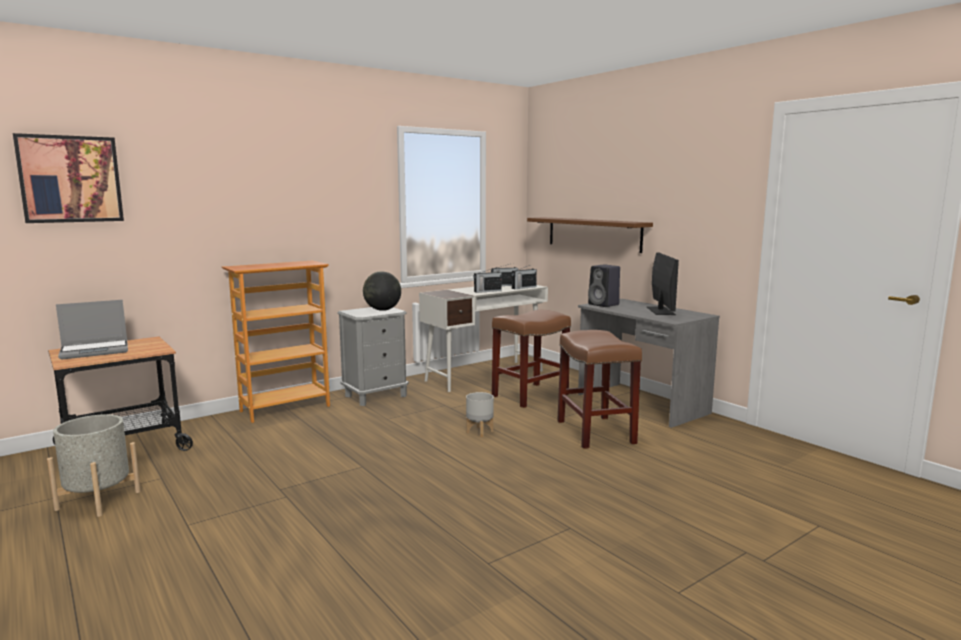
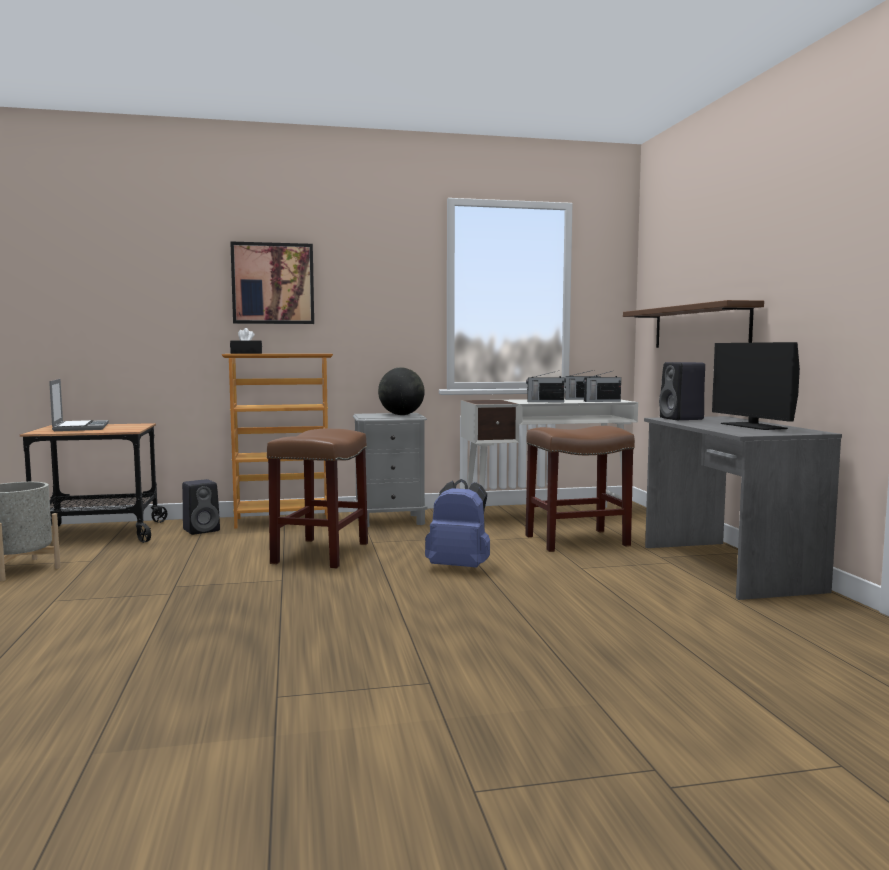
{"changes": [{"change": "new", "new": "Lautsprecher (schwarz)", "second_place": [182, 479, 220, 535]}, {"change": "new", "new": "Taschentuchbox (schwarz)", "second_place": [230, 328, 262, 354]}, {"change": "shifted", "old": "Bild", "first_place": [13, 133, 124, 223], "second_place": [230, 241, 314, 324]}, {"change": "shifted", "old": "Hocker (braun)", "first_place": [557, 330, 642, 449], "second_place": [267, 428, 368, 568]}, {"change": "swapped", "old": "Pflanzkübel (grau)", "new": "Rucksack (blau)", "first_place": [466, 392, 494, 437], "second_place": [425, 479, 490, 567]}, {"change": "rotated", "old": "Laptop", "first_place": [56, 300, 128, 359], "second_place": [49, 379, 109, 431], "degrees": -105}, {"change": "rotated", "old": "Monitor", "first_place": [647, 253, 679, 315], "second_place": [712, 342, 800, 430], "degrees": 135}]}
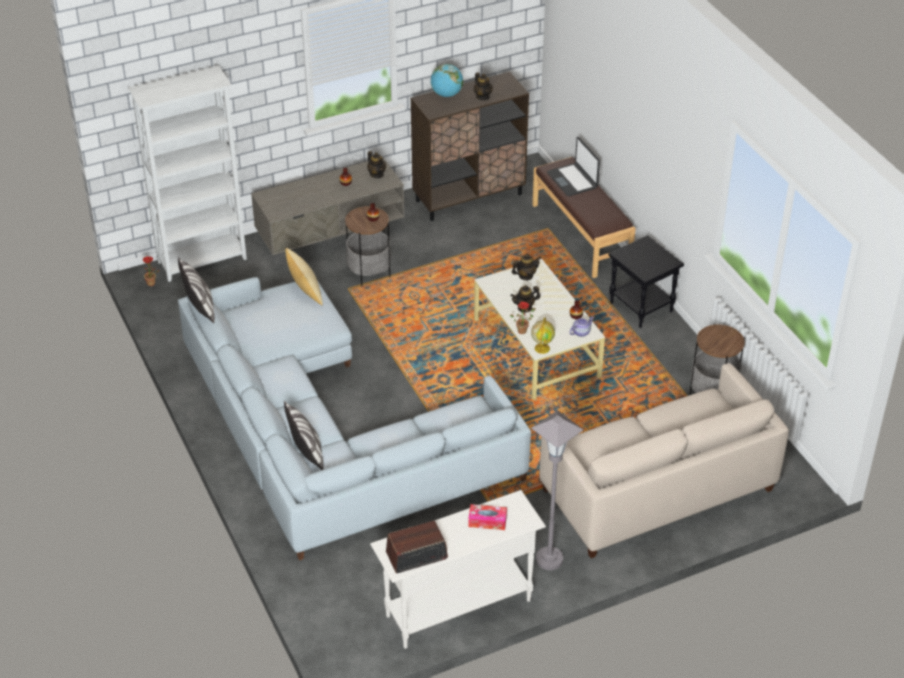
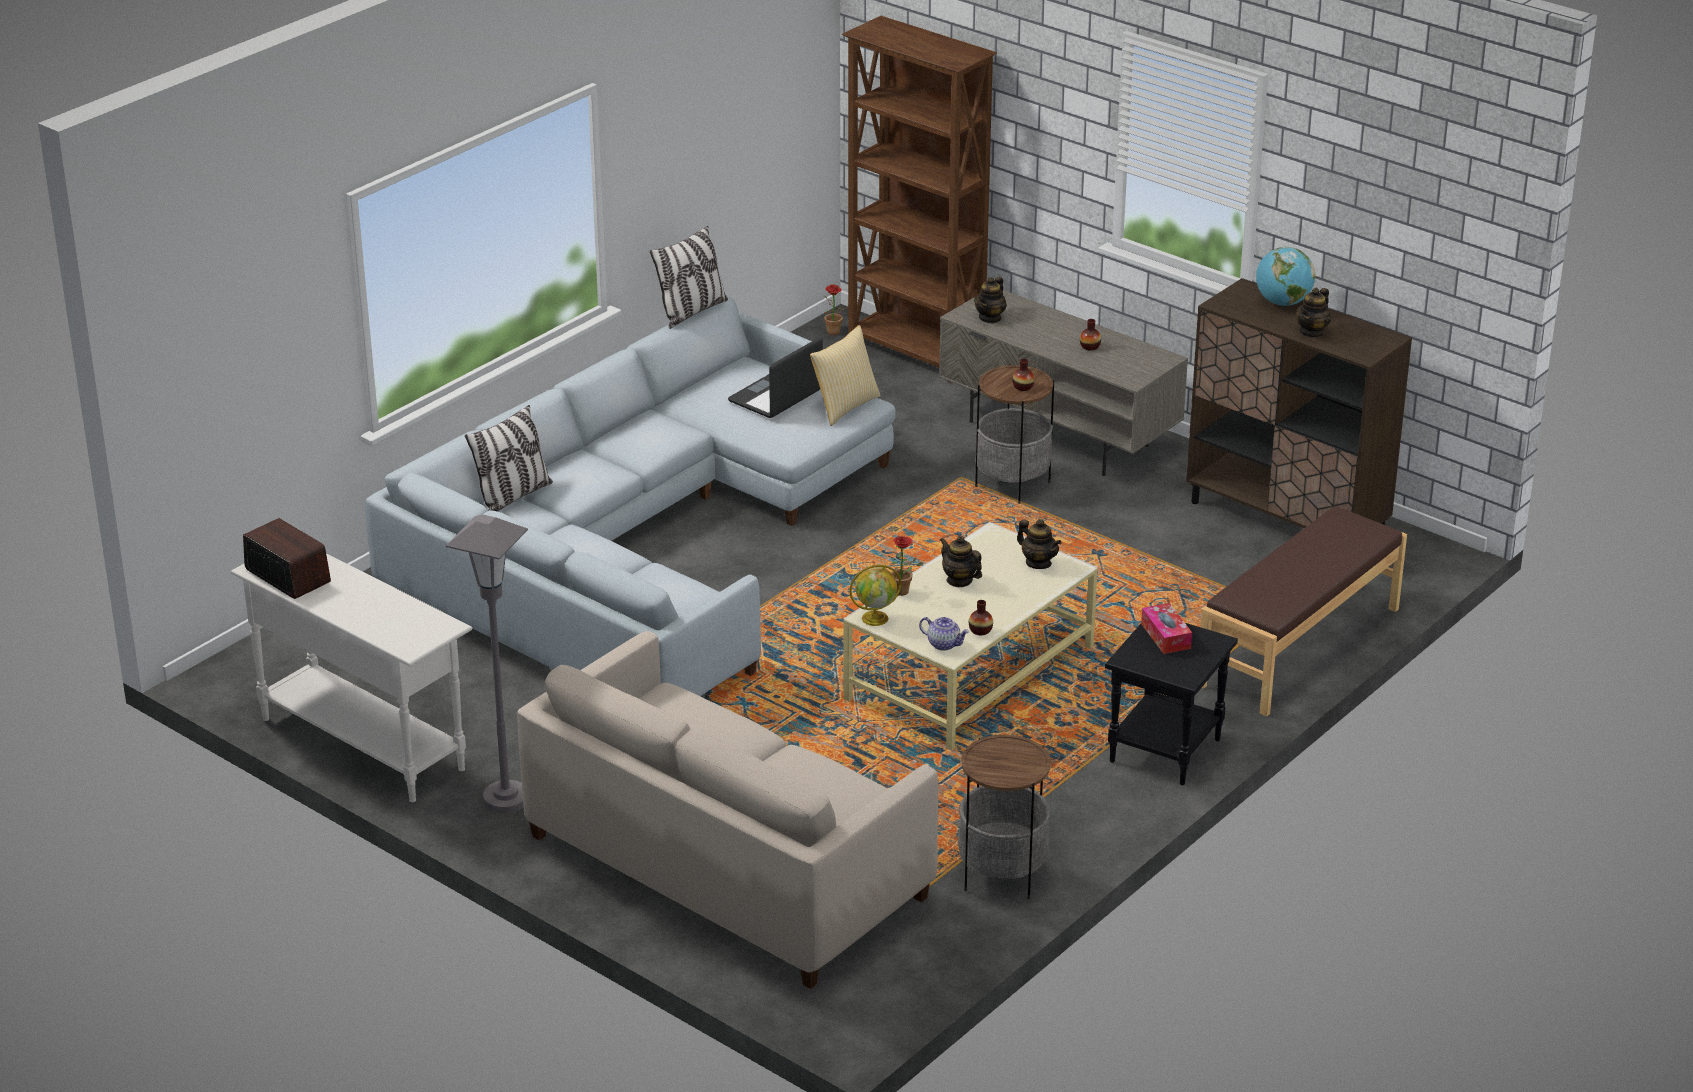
{"changes": [{"change": "shifted", "old": "Teekanne", "first_place": [367, 151, 386, 178], "second_place": [974, 277, 1007, 323]}, {"change": "shifted", "old": "Taschentuchbox", "first_place": [468, 504, 507, 530], "second_place": [1141, 603, 1192, 654]}, {"change": "shifted", "old": "Laptop", "first_place": [547, 137, 600, 196], "second_place": [728, 337, 823, 418]}, {"change": "repainted", "old": "Bücherregal (weiß)", "new": "Bücherregal (braun)", "first_place": [128, 65, 247, 282], "second_place": [842, 16, 997, 383]}]}
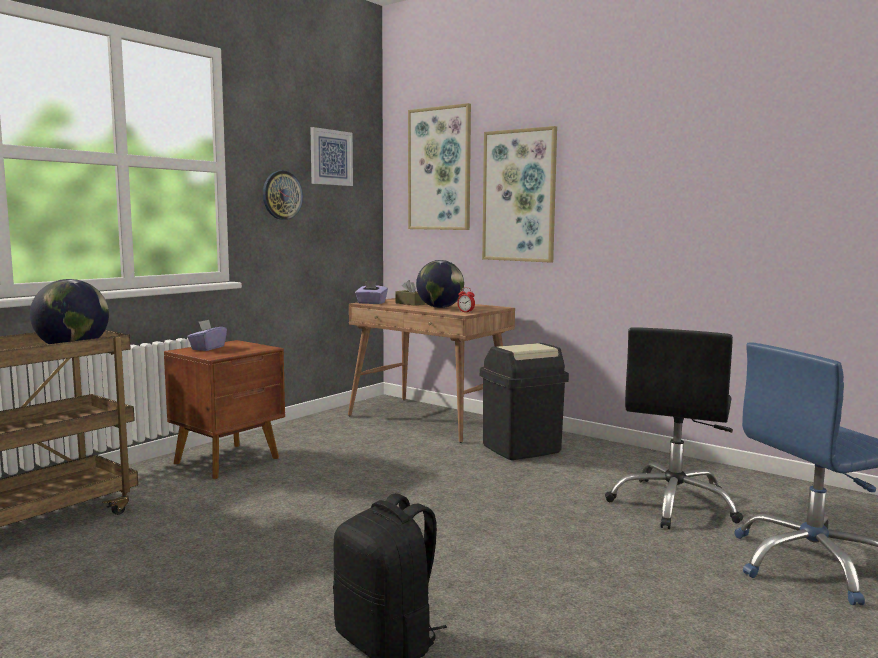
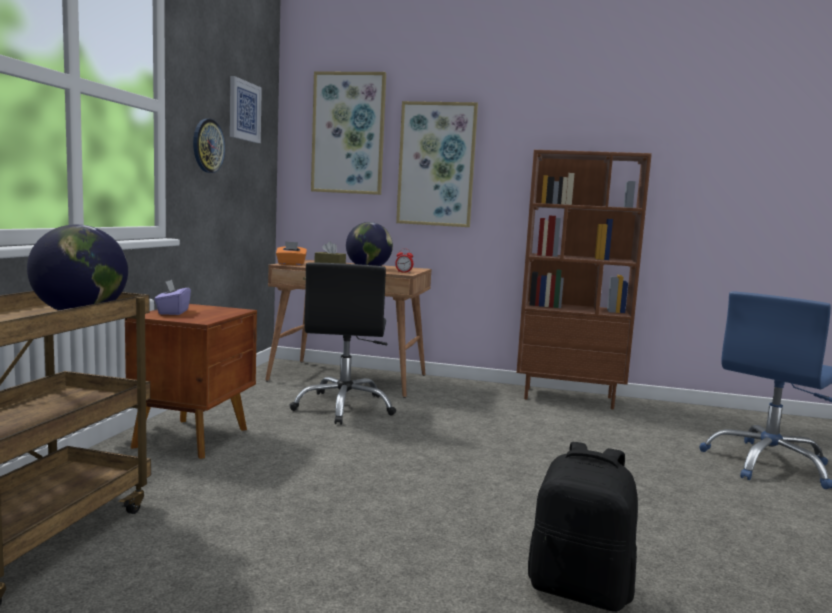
{"changes": [{"change": "gone", "old": "Mülleimer (schwarz)", "first_place": [480, 343, 569, 460]}, {"change": "new", "new": "Bücherregal (braun)", "second_place": [516, 150, 652, 409]}, {"change": "shifted", "old": "Bürostuhl (schwarz)", "first_place": [605, 327, 743, 529], "second_place": [289, 262, 396, 425]}, {"change": "repainted", "old": "Taschentuchbox (lila)", "new": "Taschentuchbox (orange)", "first_place": [355, 281, 388, 304], "second_place": [276, 241, 307, 266]}]}
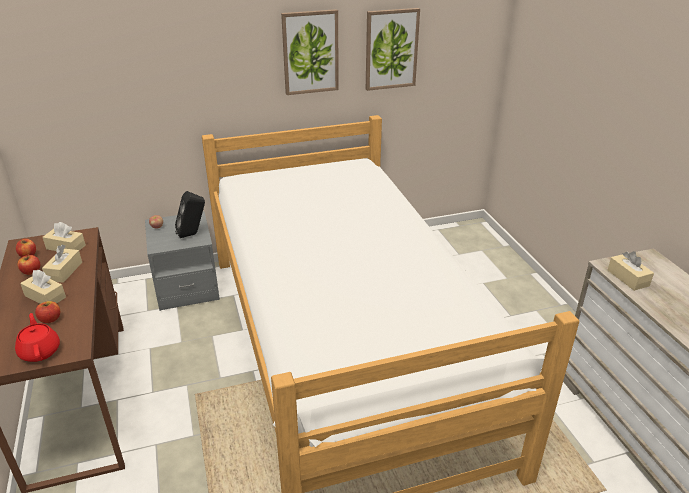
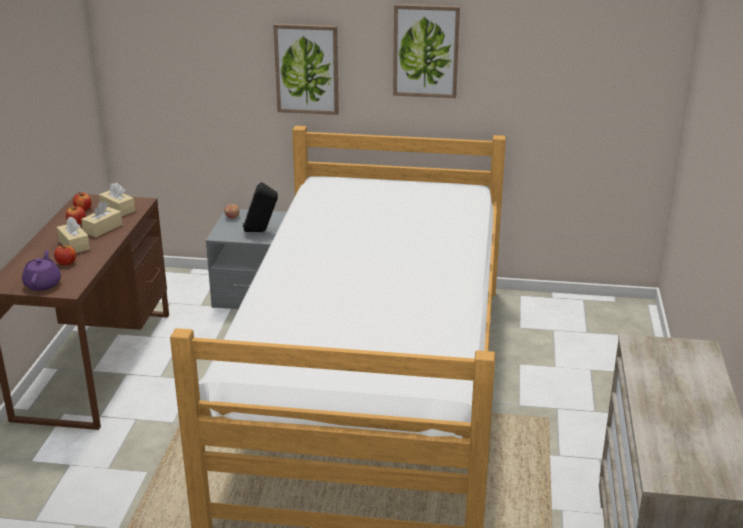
{"changes": [{"change": "gone", "old": "Taschentuchbox (beige)", "first_place": [608, 251, 654, 291]}, {"change": "shifted", "old": "Bild", "first_place": [366, 8, 420, 91], "second_place": [273, 24, 339, 115]}, {"change": "repainted", "old": "Teekanne (rot)", "new": "Teekanne (lila)", "first_place": [15, 313, 60, 362], "second_place": [22, 250, 61, 291]}]}
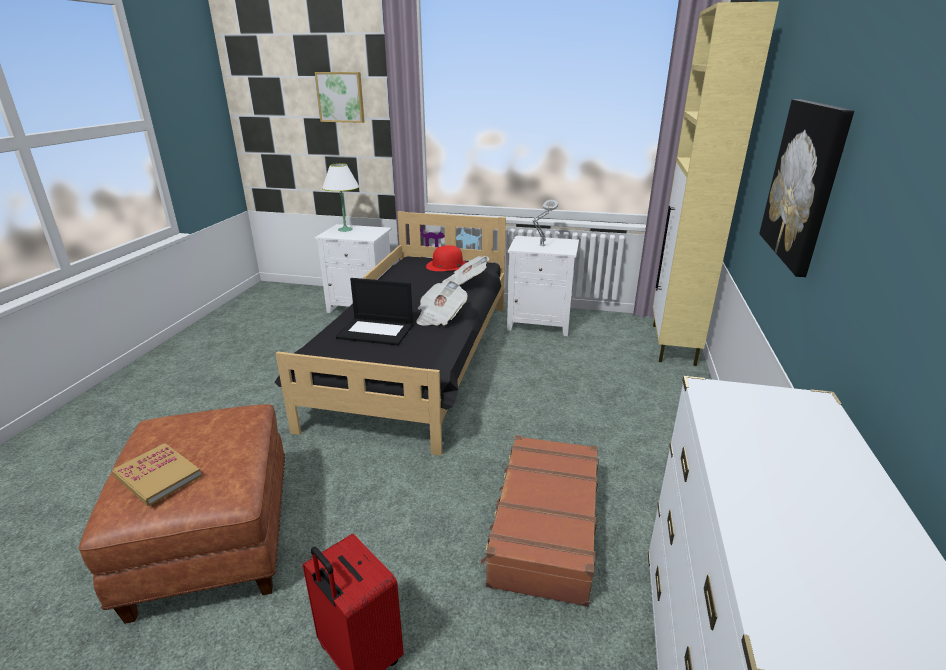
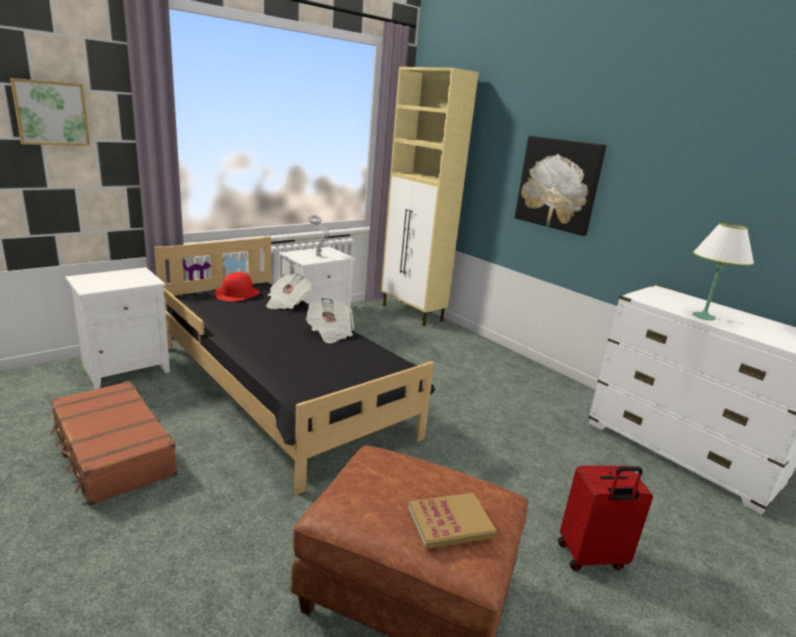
{"changes": [{"change": "gone", "old": "Laptop", "first_place": [336, 278, 413, 345]}, {"change": "shifted", "old": "Tischlampe (weiß)", "first_place": [322, 163, 359, 232], "second_place": [692, 223, 754, 320]}, {"change": "shifted", "old": "Koffer (braun)", "first_place": [480, 435, 599, 607], "second_place": [50, 381, 178, 506]}]}
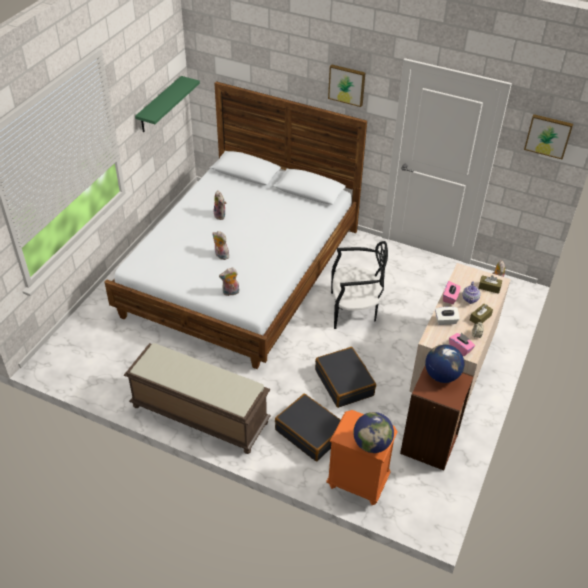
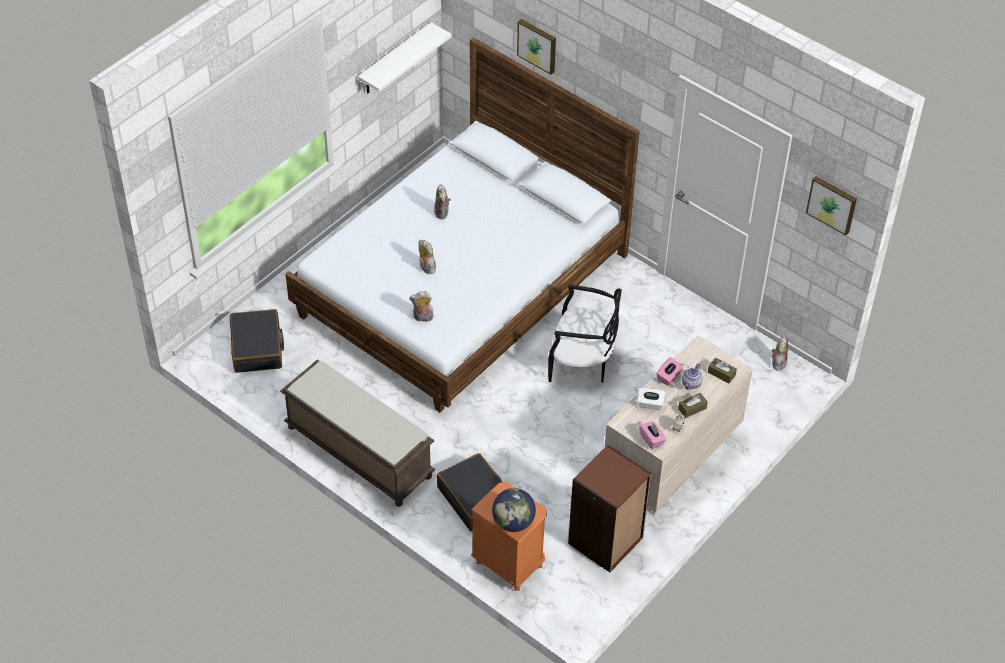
{"changes": [{"change": "gone", "old": "Globus", "first_place": [425, 344, 464, 383]}, {"change": "shifted", "old": "Koffer (schwarz)", "first_place": [315, 347, 376, 408], "second_place": [230, 309, 284, 373]}, {"change": "shifted", "old": "Bild", "first_place": [328, 64, 365, 107], "second_place": [517, 19, 556, 75]}, {"change": "repainted", "old": "Wandregal (grün)", "new": "Wandregal (weiß)", "first_place": [135, 76, 200, 133], "second_place": [358, 23, 452, 93]}]}
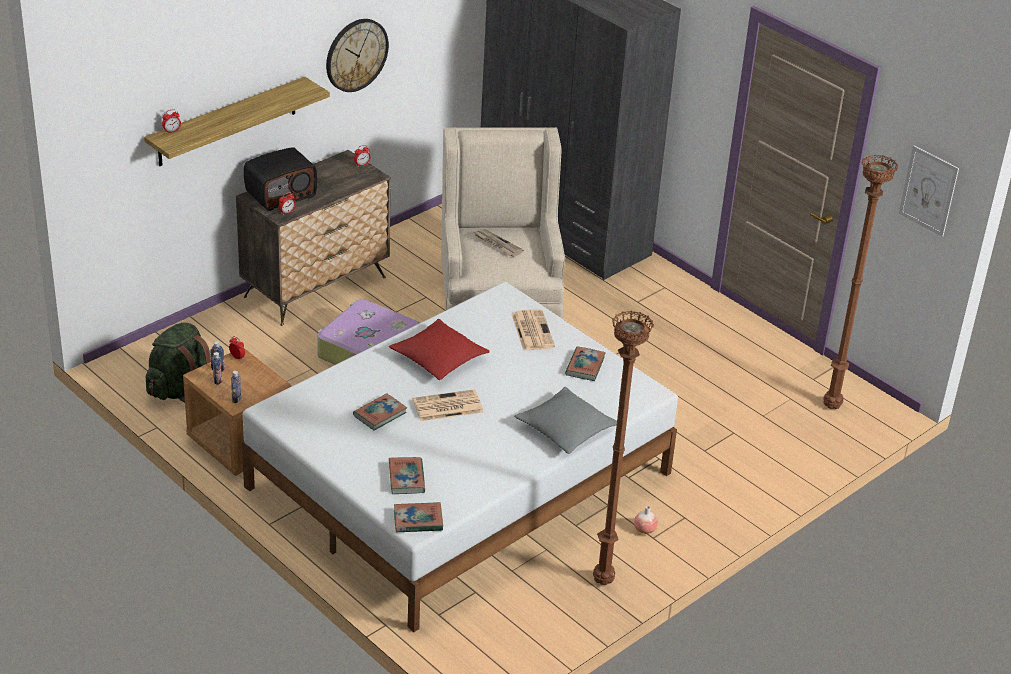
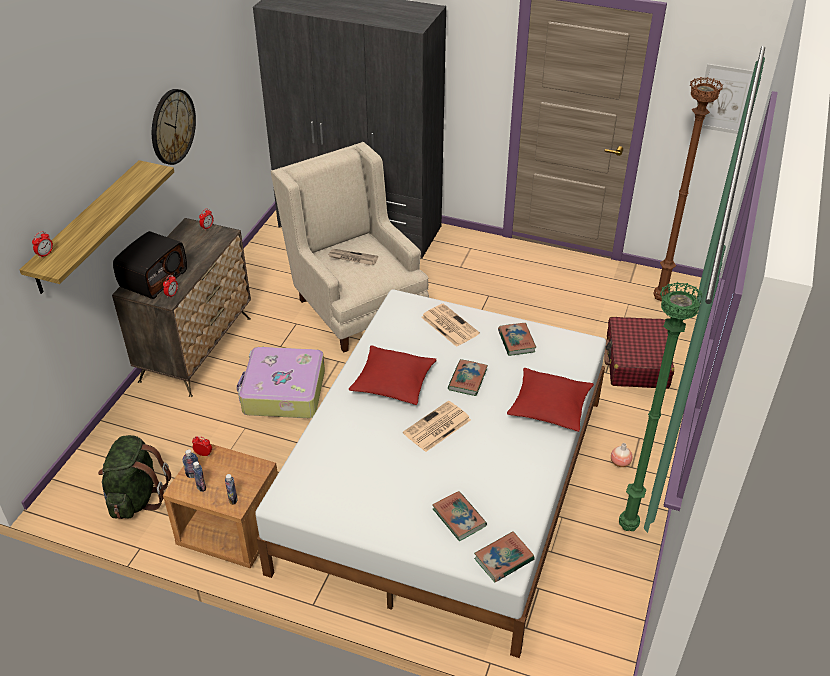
{"changes": [{"change": "new", "new": "Koffer (rot)", "second_place": [604, 317, 674, 389]}, {"change": "shifted", "old": "Buch", "first_place": [353, 393, 407, 431], "second_place": [448, 359, 488, 396]}, {"change": "repainted", "old": "Kissen (grau)", "new": "Kissen (rot)", "first_place": [515, 387, 617, 454], "second_place": [507, 367, 594, 432]}, {"change": "repainted", "old": "Stehlampe (braun)", "new": "Stehlampe (grün)", "first_place": [593, 310, 654, 585], "second_place": [619, 282, 703, 531]}]}
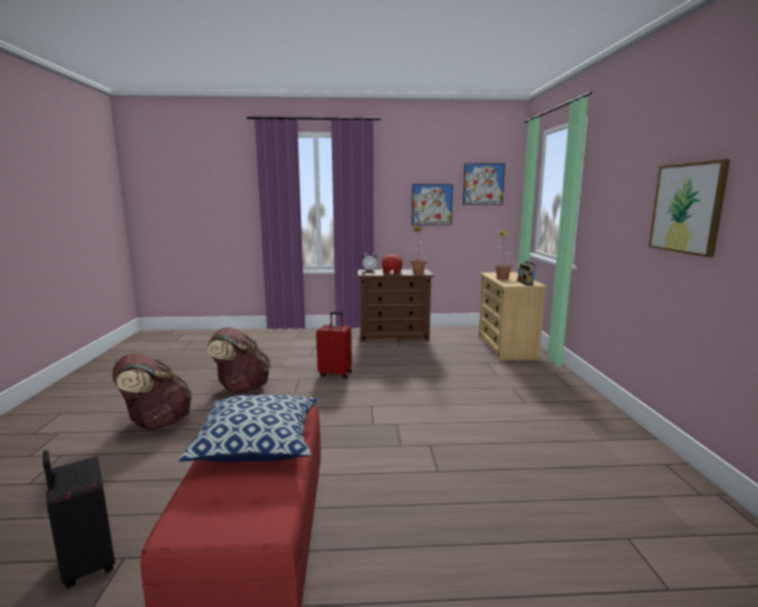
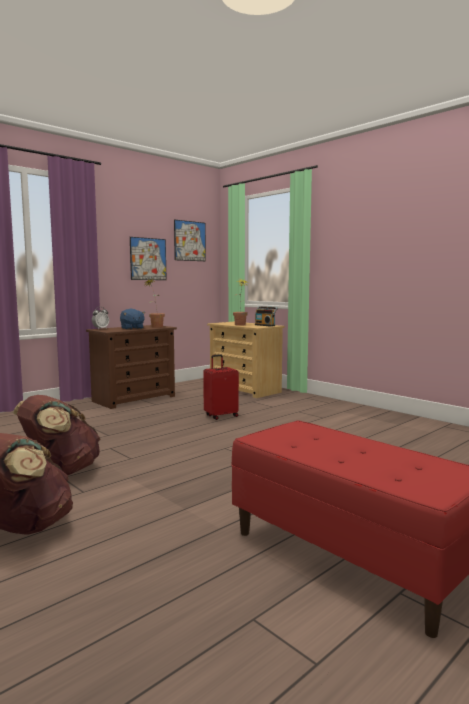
{"changes": [{"change": "gone", "old": "Koffer (schwarz)", "first_place": [43, 450, 115, 588]}, {"change": "gone", "old": "Kissen", "first_place": [178, 395, 316, 462]}, {"change": "gone", "old": "Bild", "first_place": [649, 159, 730, 257]}, {"change": "shifted", "old": "Koffer (rot)", "first_place": [316, 312, 352, 379], "second_place": [203, 354, 239, 420]}, {"change": "repainted", "old": "Plüschtier (rot)", "new": "Plüschtier (blau)", "first_place": [381, 254, 402, 274], "second_place": [120, 309, 146, 330]}]}
